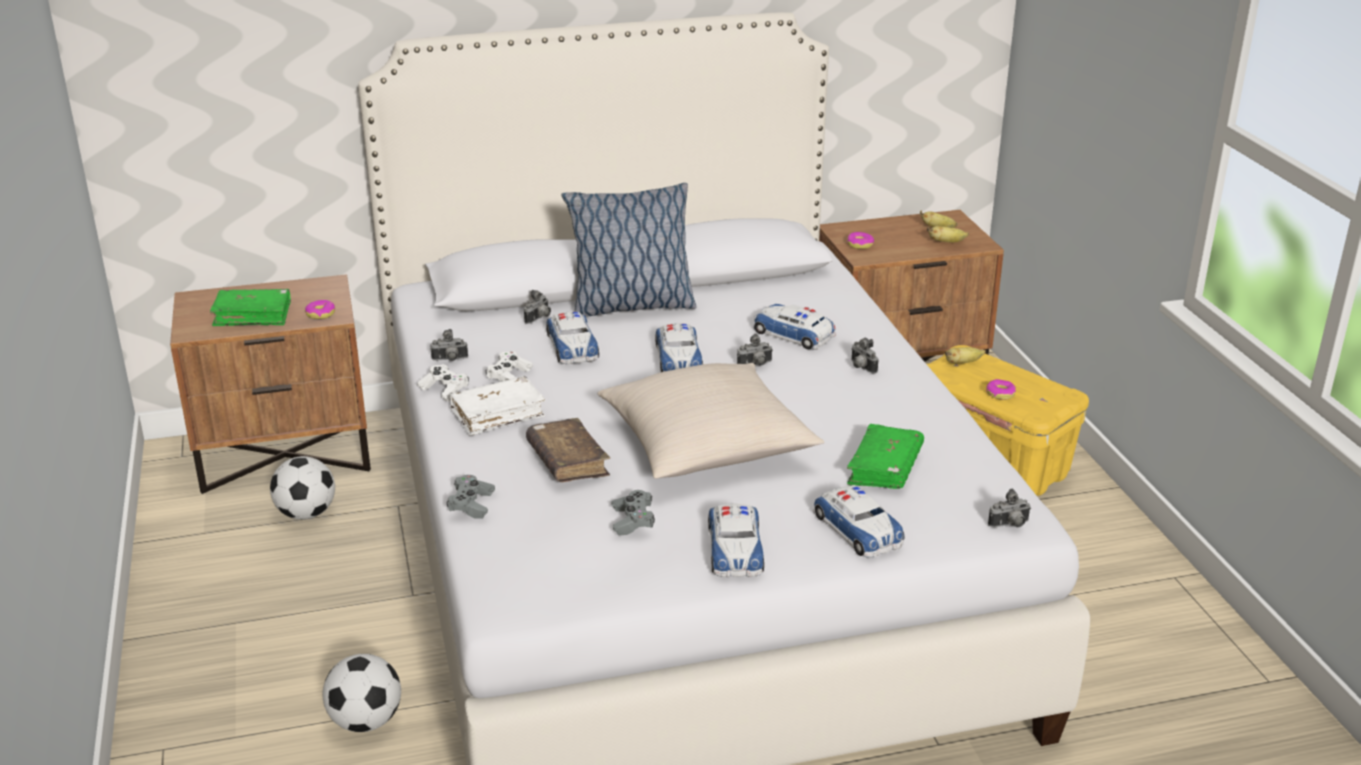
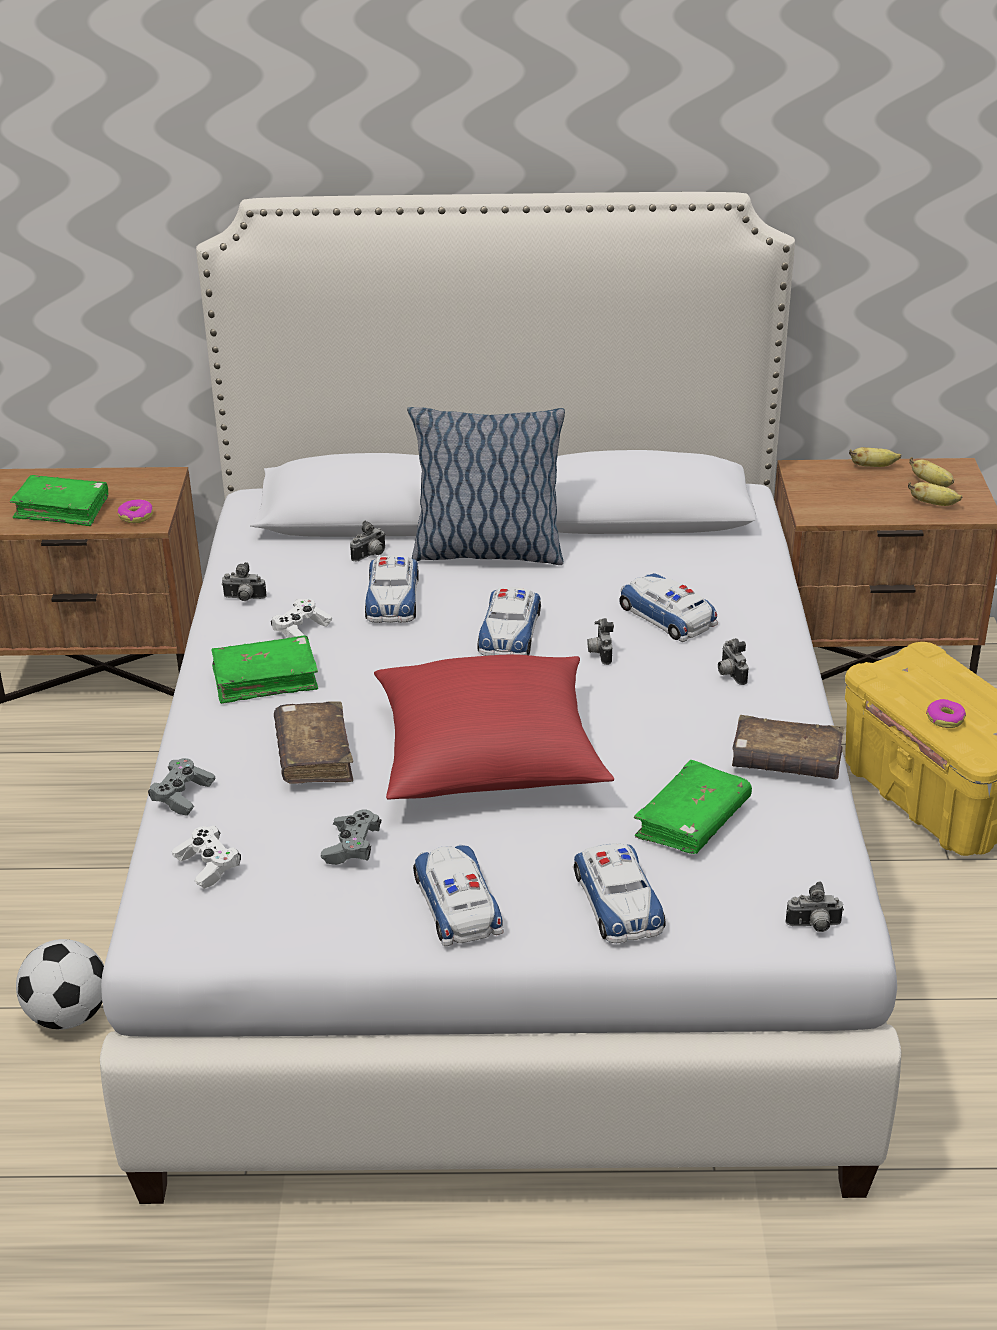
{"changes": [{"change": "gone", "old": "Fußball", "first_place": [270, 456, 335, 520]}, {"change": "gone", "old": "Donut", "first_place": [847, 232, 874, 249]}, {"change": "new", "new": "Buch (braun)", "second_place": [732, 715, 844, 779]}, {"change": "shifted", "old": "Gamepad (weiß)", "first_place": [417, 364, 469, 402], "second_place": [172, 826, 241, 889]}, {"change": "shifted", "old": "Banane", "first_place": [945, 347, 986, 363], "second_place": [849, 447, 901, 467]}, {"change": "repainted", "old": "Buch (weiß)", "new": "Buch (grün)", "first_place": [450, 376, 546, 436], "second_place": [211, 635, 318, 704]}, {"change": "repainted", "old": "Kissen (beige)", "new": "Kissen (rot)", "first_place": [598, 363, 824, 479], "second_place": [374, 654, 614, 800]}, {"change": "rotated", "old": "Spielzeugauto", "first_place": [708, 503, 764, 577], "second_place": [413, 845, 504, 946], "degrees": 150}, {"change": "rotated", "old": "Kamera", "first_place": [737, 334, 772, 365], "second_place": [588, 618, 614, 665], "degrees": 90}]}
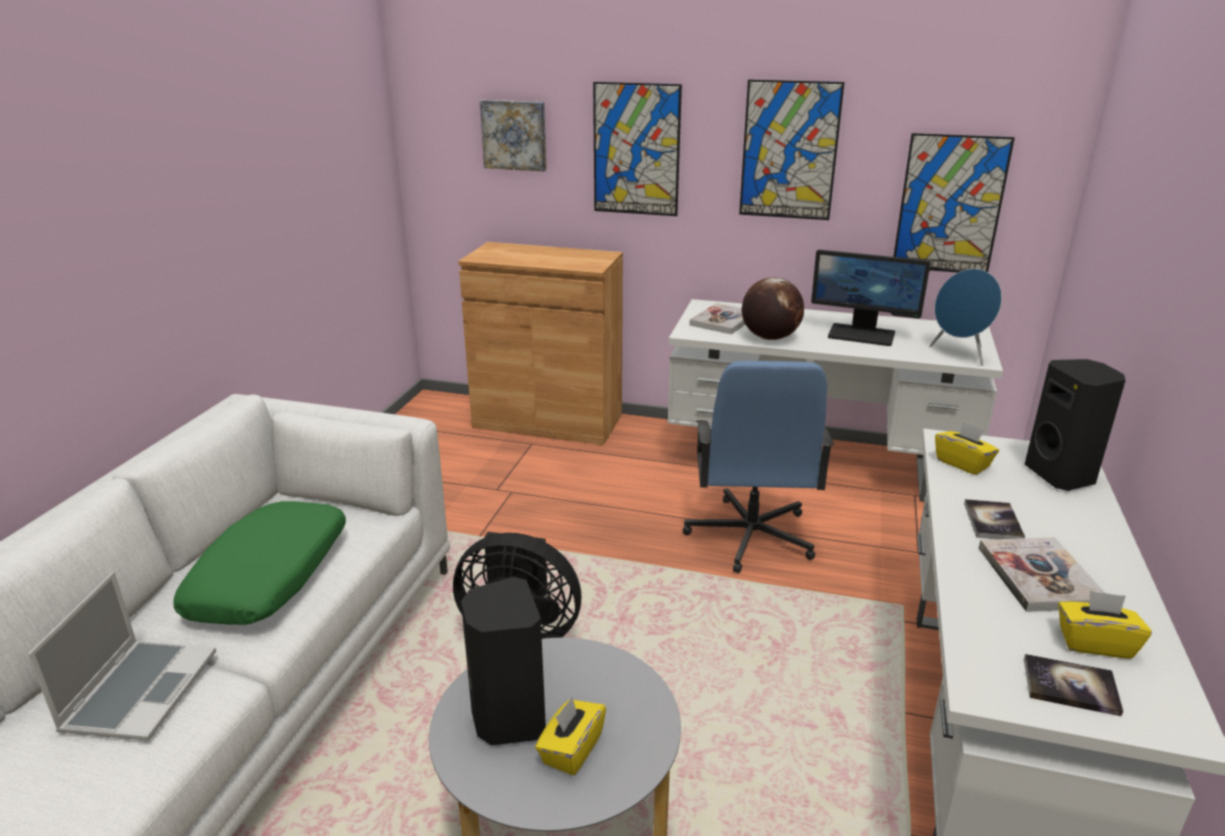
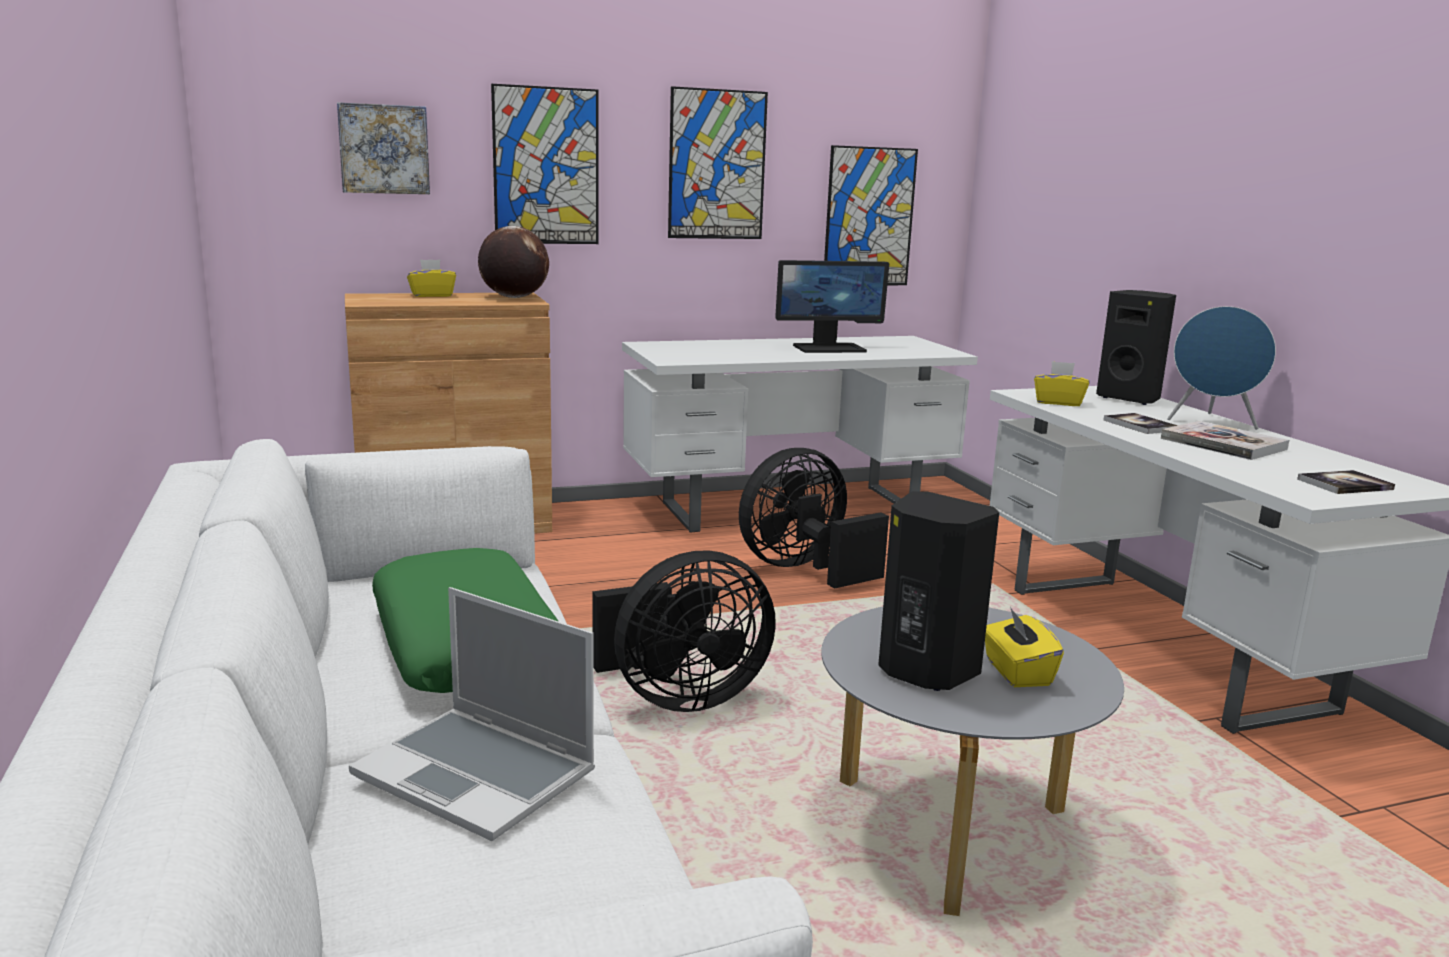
{"changes": [{"change": "gone", "old": "Buch", "first_place": [689, 303, 745, 334]}, {"change": "shifted", "old": "Globus", "first_place": [741, 277, 804, 340], "second_place": [478, 226, 549, 298]}, {"change": "shifted", "old": "Lautsprecher (blau)", "first_place": [929, 269, 1002, 366], "second_place": [1167, 306, 1276, 430]}, {"change": "shifted", "old": "Taschentuchbox (gelb)", "first_place": [1058, 590, 1152, 659], "second_place": [407, 259, 456, 297]}, {"change": "swapped", "old": "Bürostuhl (blau)", "new": "Ventilator (schwarz)", "first_place": [683, 361, 834, 573], "second_place": [739, 448, 889, 589]}, {"change": "rotated", "old": "Laptop", "first_place": [28, 572, 216, 741], "second_place": [349, 587, 595, 841], "degrees": 150}]}
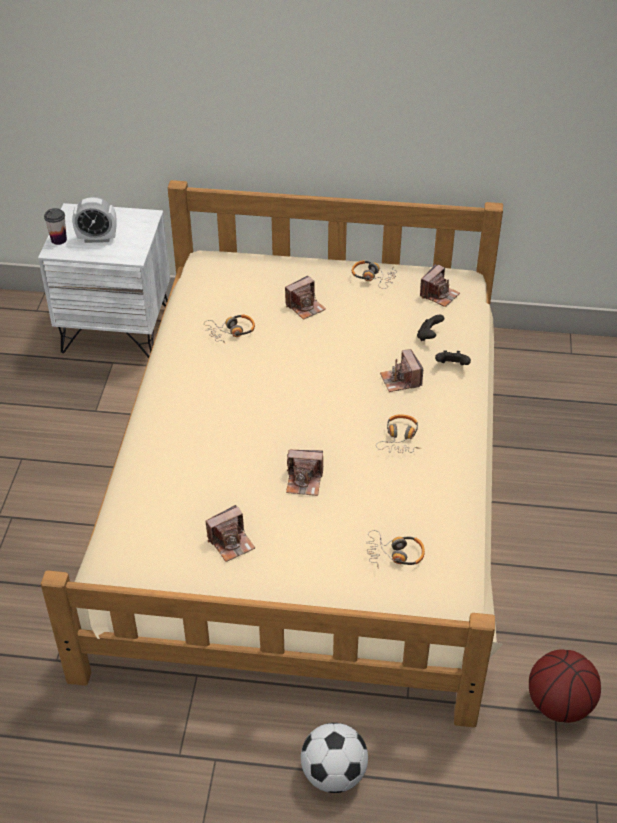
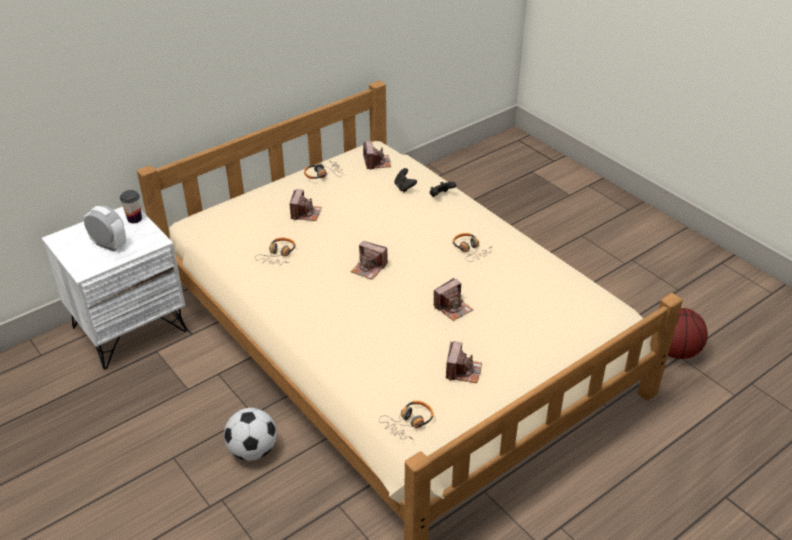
{"changes": [{"change": "shifted", "old": "Tasse", "first_place": [44, 208, 67, 245], "second_place": [120, 190, 142, 223]}, {"change": "shifted", "old": "Fußball", "first_place": [301, 723, 368, 793], "second_place": [224, 408, 277, 461]}, {"change": "shifted", "old": "Kopfhörer", "first_place": [366, 530, 425, 567], "second_place": [379, 401, 434, 440]}, {"change": "shifted", "old": "Kamera", "first_place": [380, 349, 423, 392], "second_place": [351, 241, 388, 280]}, {"change": "rotated", "old": "Wecker", "first_place": [72, 197, 117, 243], "second_place": [84, 206, 126, 252], "degrees": -105}]}
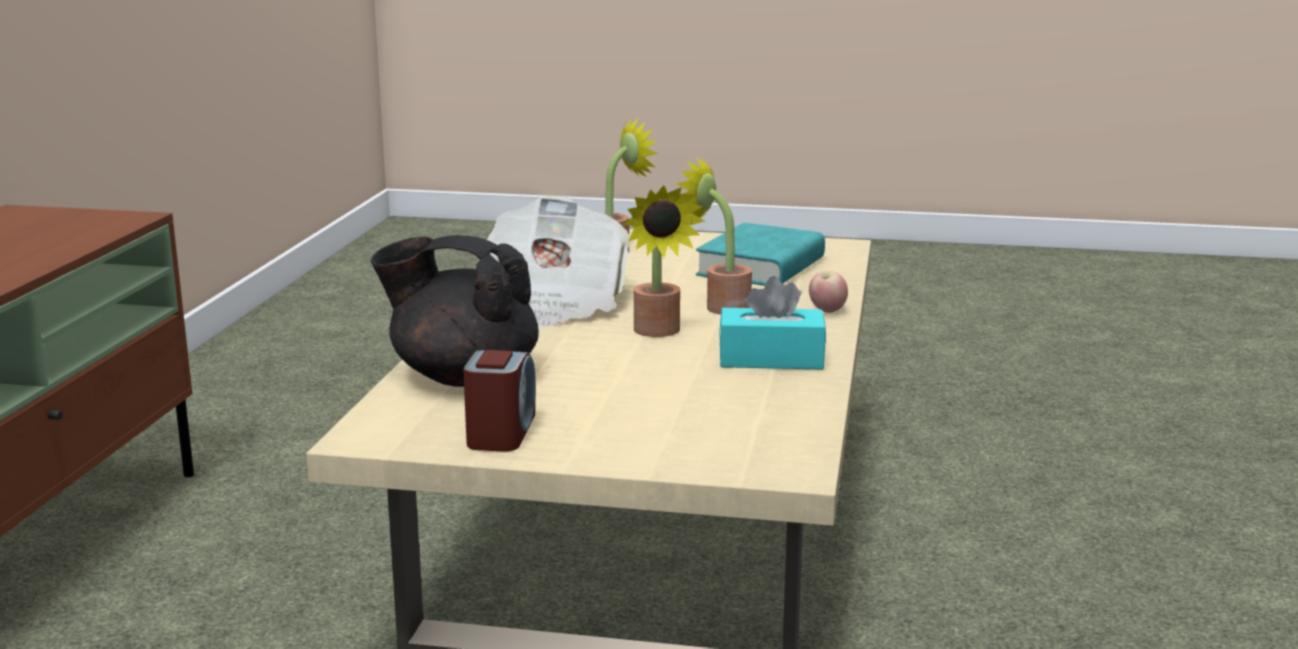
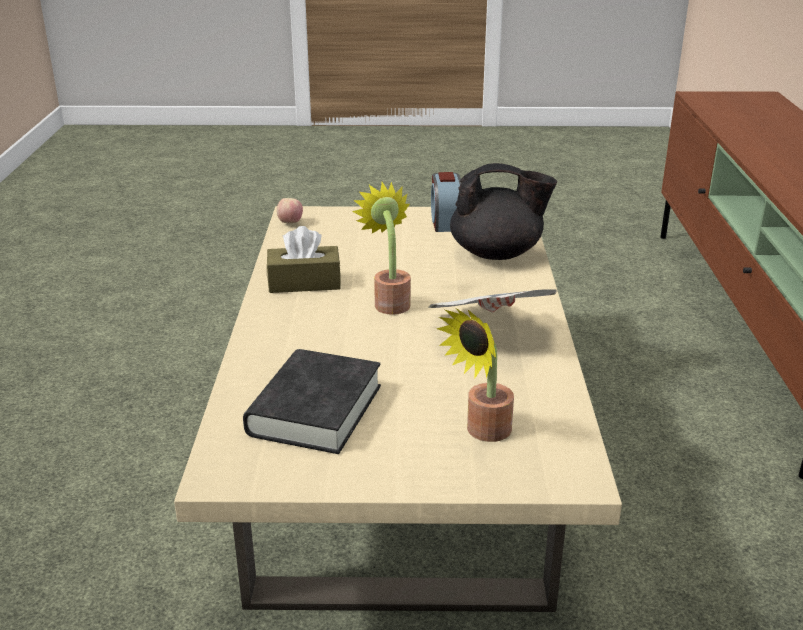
{"changes": [{"change": "gone", "old": "Topfpflanze", "first_place": [676, 156, 752, 315]}, {"change": "shifted", "old": "Apfel", "first_place": [809, 271, 848, 313], "second_place": [277, 198, 303, 223]}, {"change": "repainted", "old": "Buch (türkis)", "new": "Buch (schwarz)", "first_place": [696, 223, 825, 286], "second_place": [243, 349, 381, 454]}, {"change": "repainted", "old": "Taschentuchbox (türkis)", "new": "Taschentuchbox (braun)", "first_place": [719, 276, 826, 370], "second_place": [267, 226, 341, 293]}]}
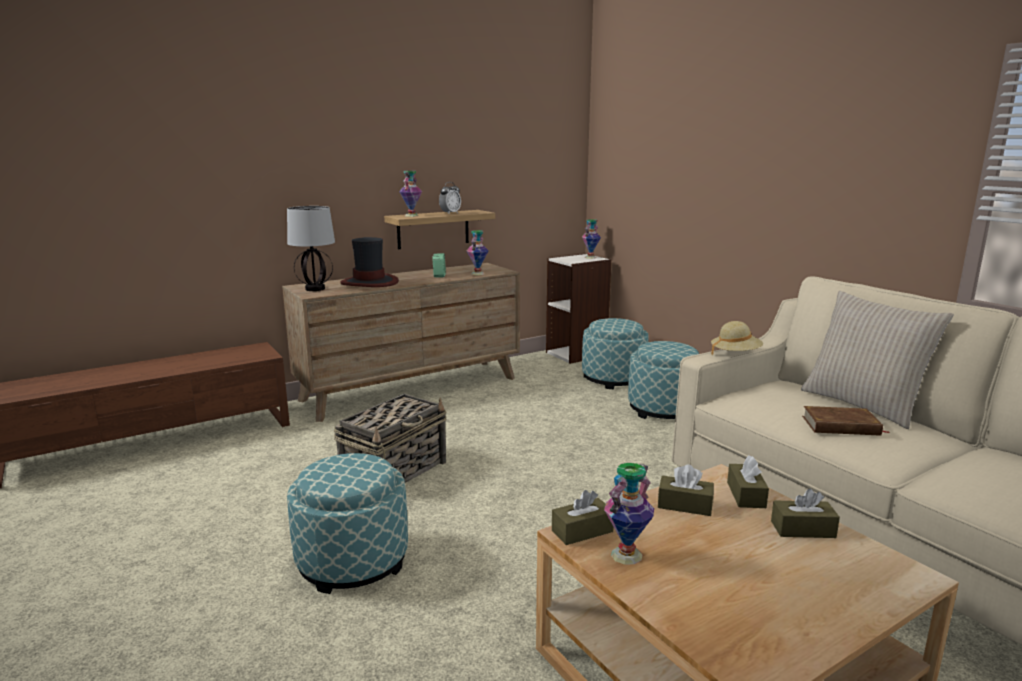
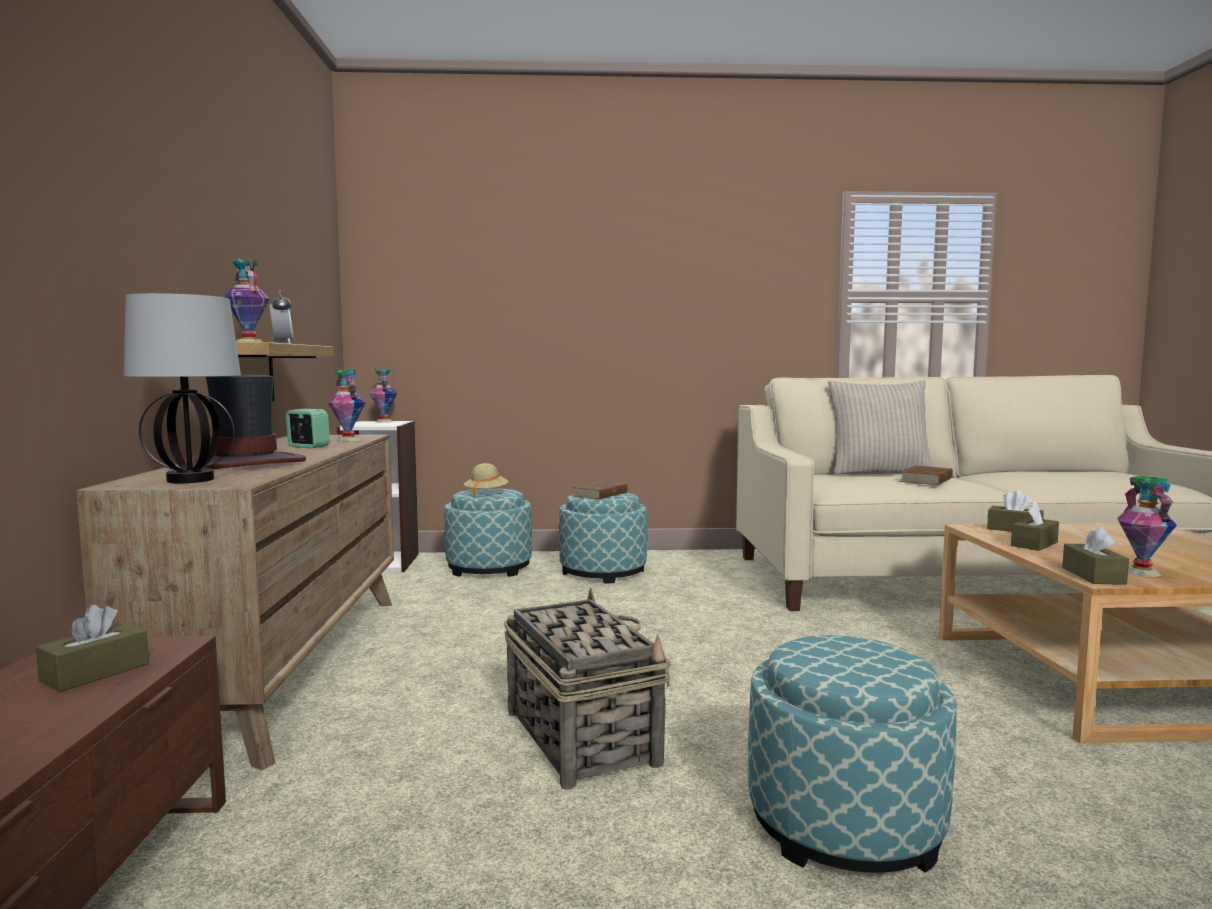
{"changes": [{"change": "new", "new": "Buch (braun)", "second_place": [573, 481, 628, 499]}, {"change": "shifted", "old": "Hut (beige)", "first_place": [711, 321, 763, 356], "second_place": [464, 463, 509, 498]}, {"change": "shifted", "old": "Taschentuchbox (braun)", "first_place": [771, 489, 840, 538], "second_place": [36, 605, 149, 692]}]}
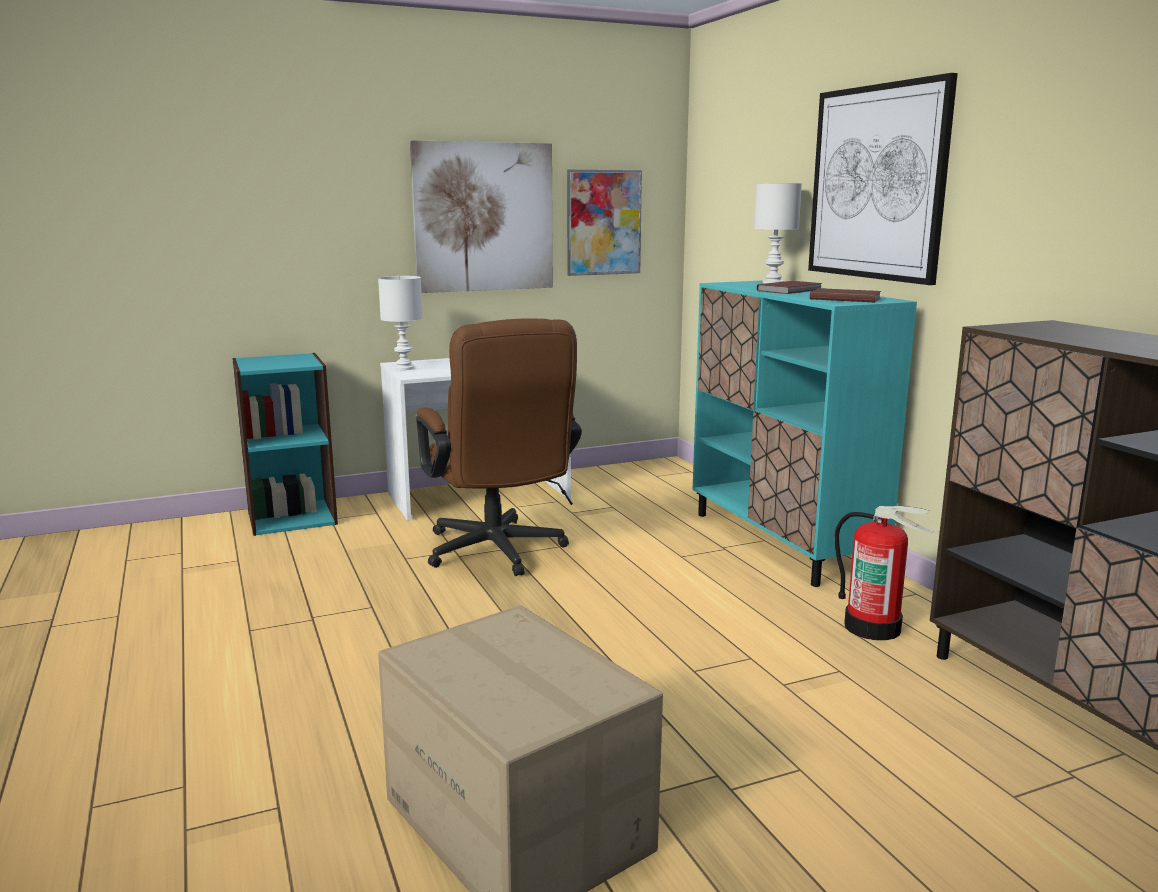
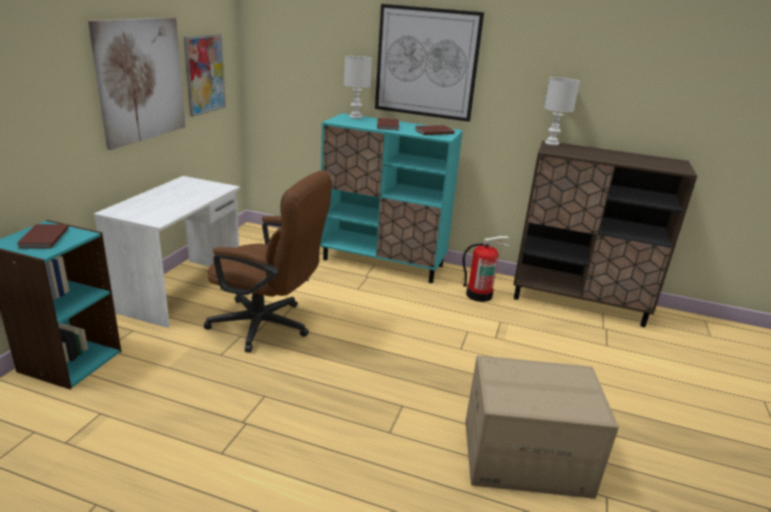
{"changes": [{"change": "new", "new": "Buch (braun)", "second_place": [16, 224, 69, 249]}, {"change": "shifted", "old": "Tischlampe (weiß)", "first_place": [378, 276, 423, 370], "second_place": [544, 77, 580, 145]}]}
